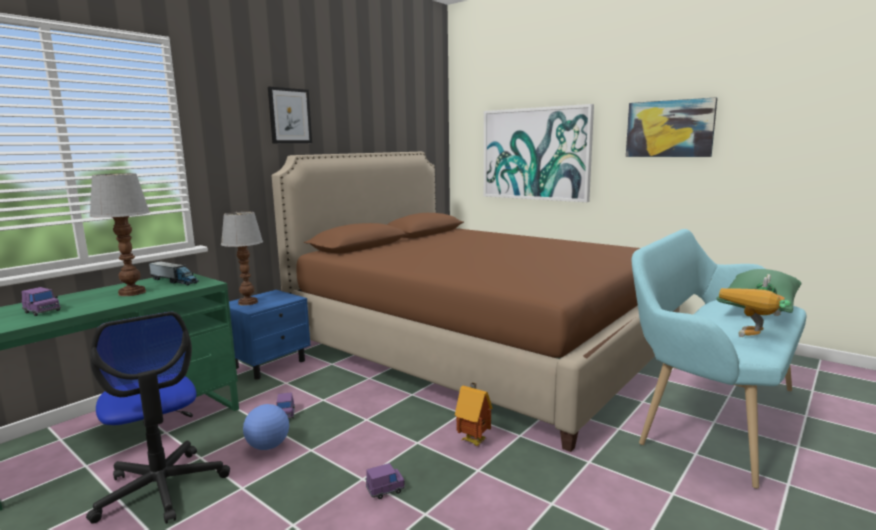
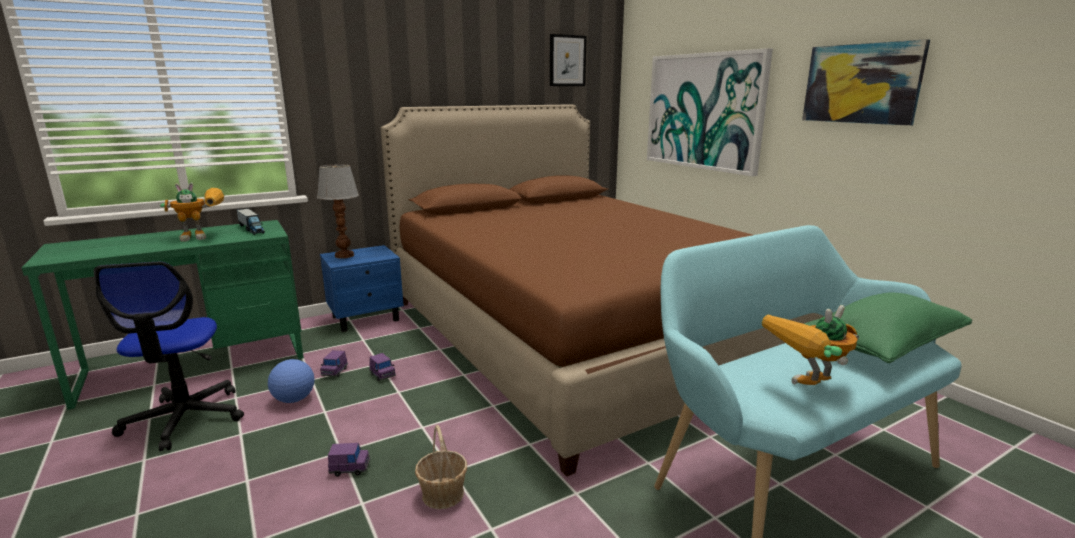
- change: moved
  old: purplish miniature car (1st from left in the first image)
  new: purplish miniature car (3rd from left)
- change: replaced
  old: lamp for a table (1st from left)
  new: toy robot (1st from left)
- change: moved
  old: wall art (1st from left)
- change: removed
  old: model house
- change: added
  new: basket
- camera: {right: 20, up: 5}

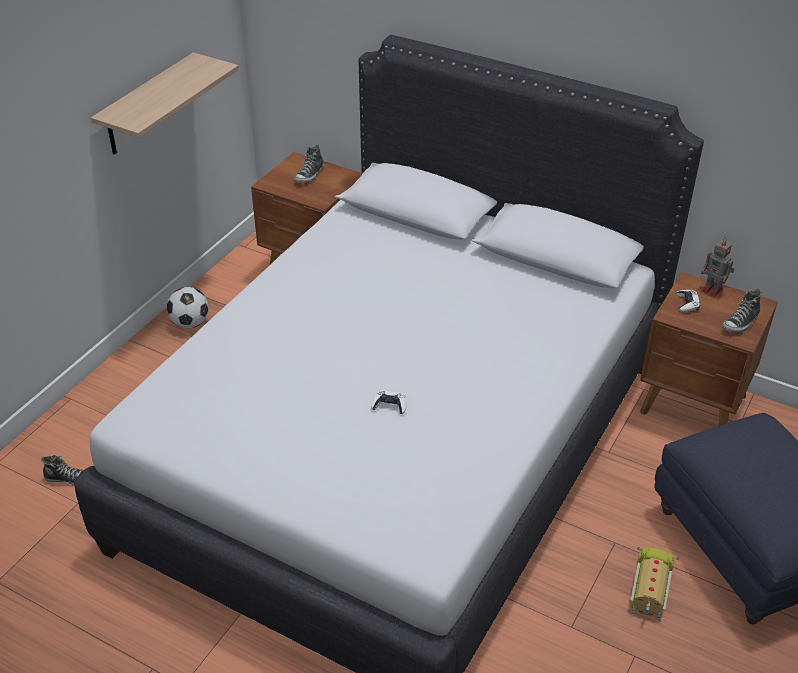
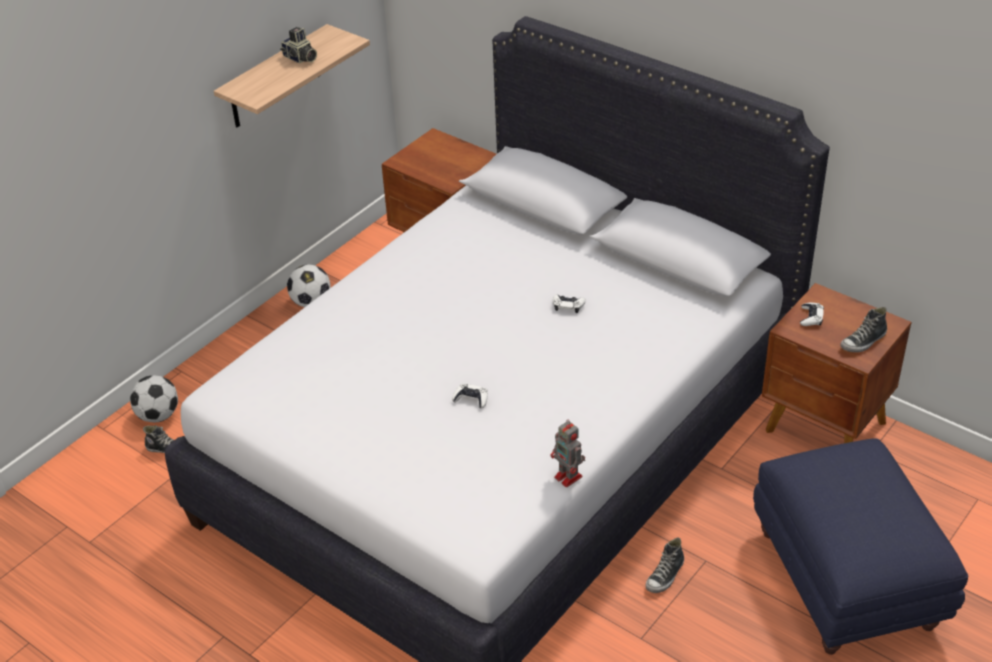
- change: moved
  old: item of footwear (2nd from left)
- change: removed
  old: toy truck
- change: moved
  old: toy robot
- change: added
  new: ball for football (1st from left)
- change: added
  new: photo camera
- change: added
  new: white-coloured game controller (2nd from left)
- camera: {right: 10, up: 0}

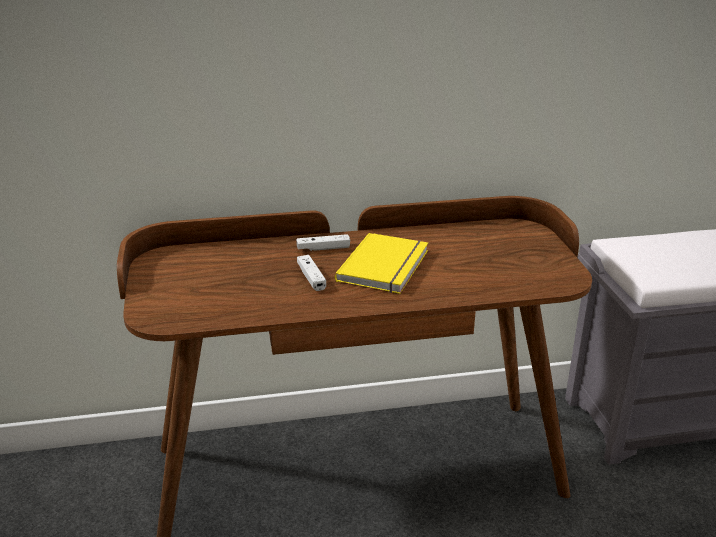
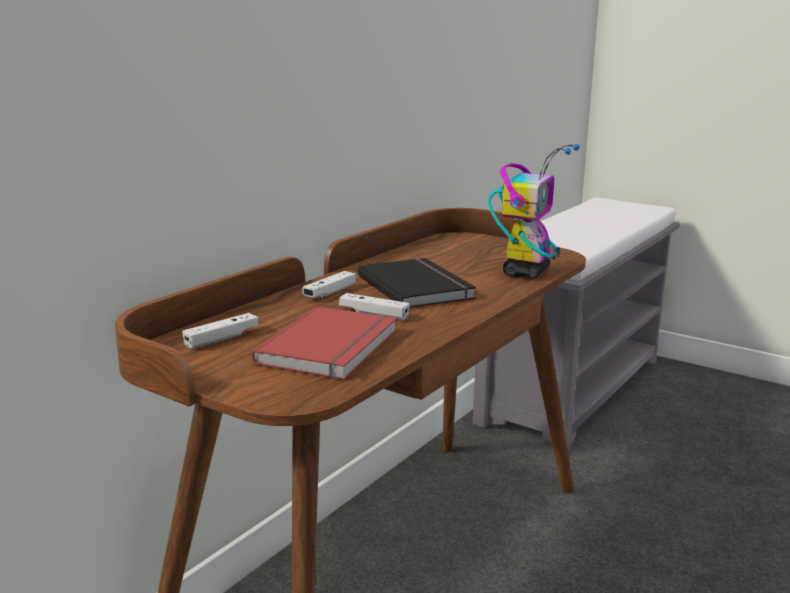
- change: recoloured
  old: yellow bound book
  new: black-coloured bound book
- change: added
  new: white-coloured game controller (1st from left)
- change: added
  new: red bound book
- change: added
  new: toy robot
- camera: {right: -45, up: -10}

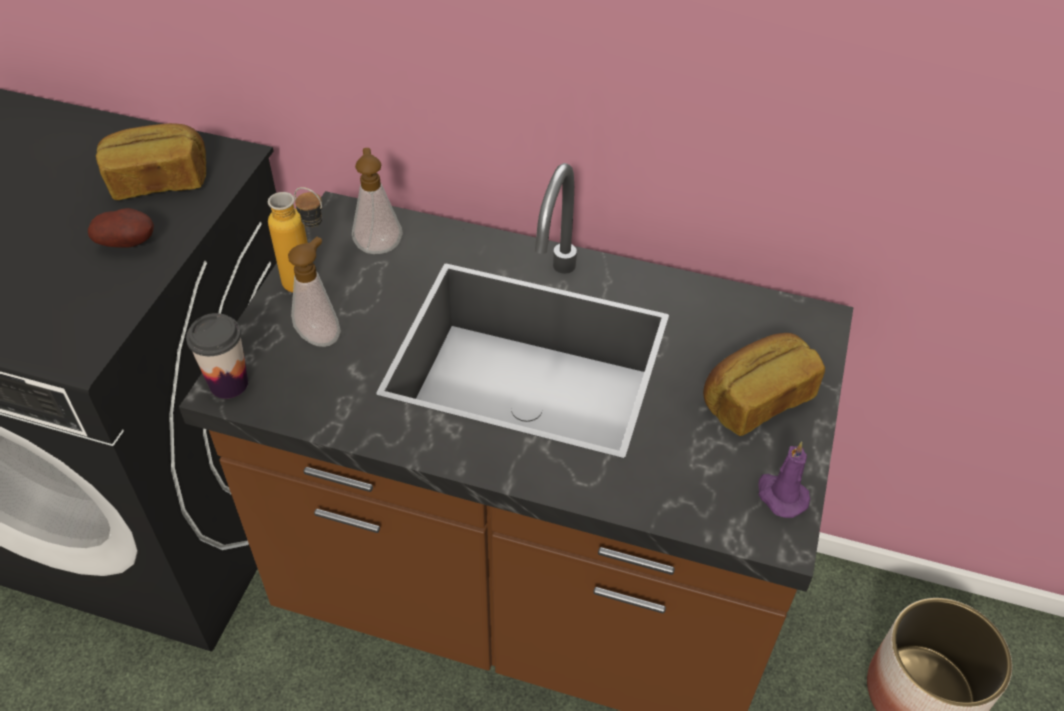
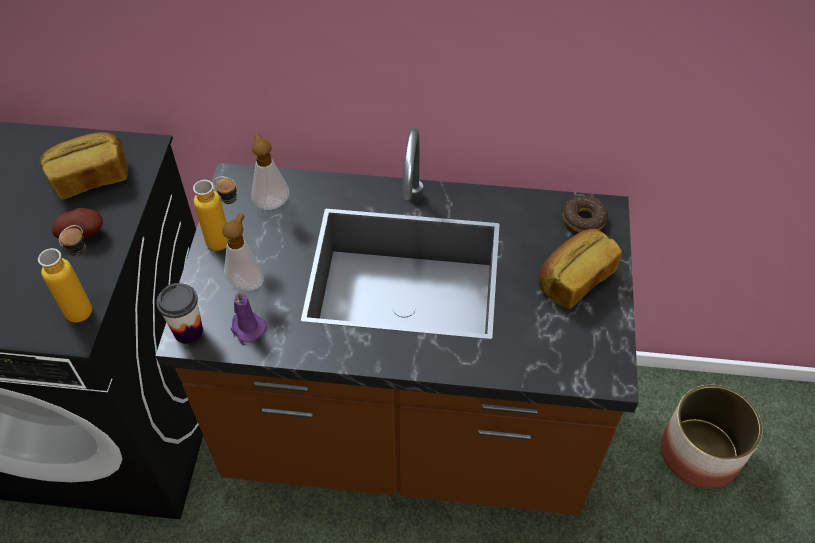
- change: moved
  old: purplish wax candle
- change: added
  new: beverage bottle (1st from left)
- change: added
  new: ring doughnut
- camera: {right: -10, up: 5}

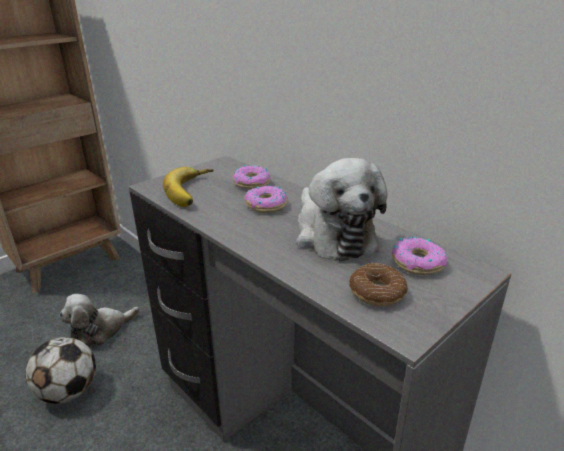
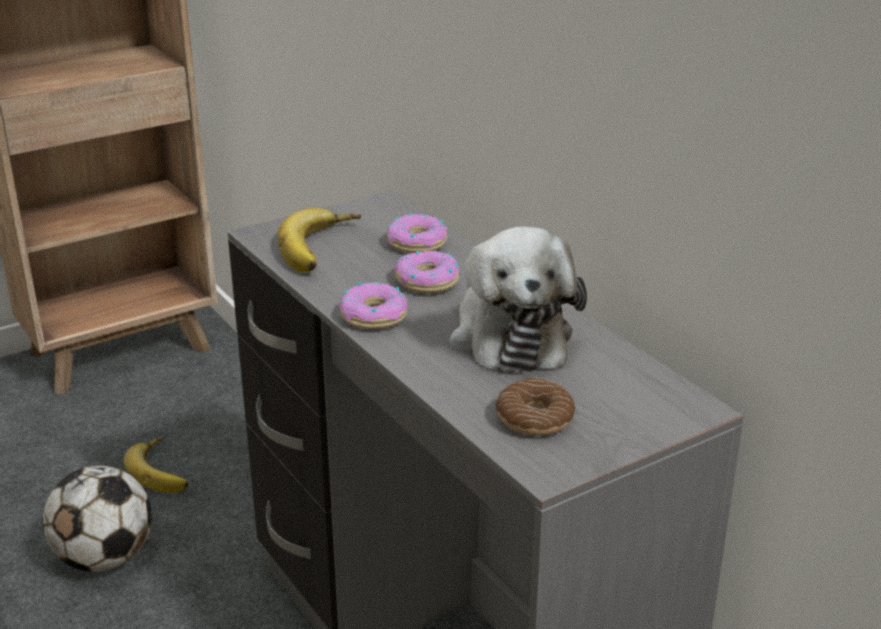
- change: replaced
  old: plush toy (1st from left)
  new: whole banana (1st from left)
- change: moved
  old: ring doughnut (4th from left in the first image)
  new: ring doughnut (1st from left)
- camera: {right: 10, up: 0}

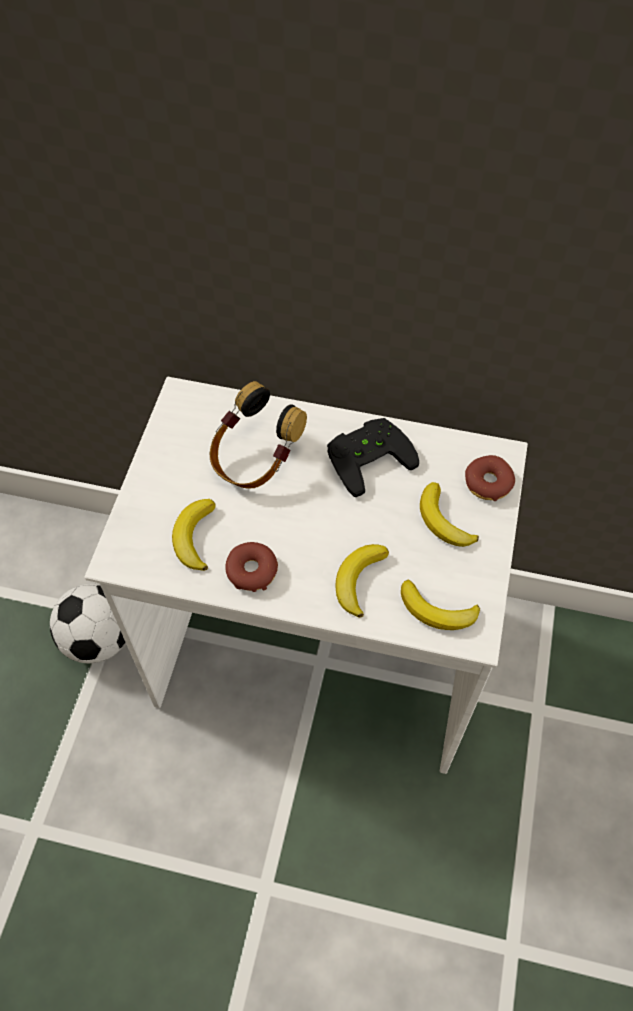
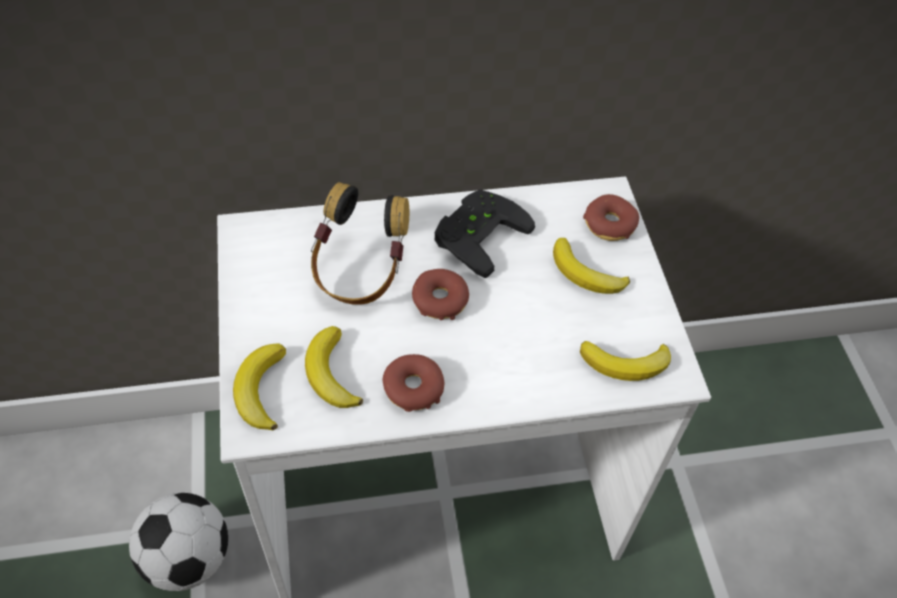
- change: moved
  old: whole banana (2nd from left in the first image)
  new: whole banana (1st from left)
- change: added
  new: ring doughnut (2nd from left)
- camera: {right: -25, up: -5}

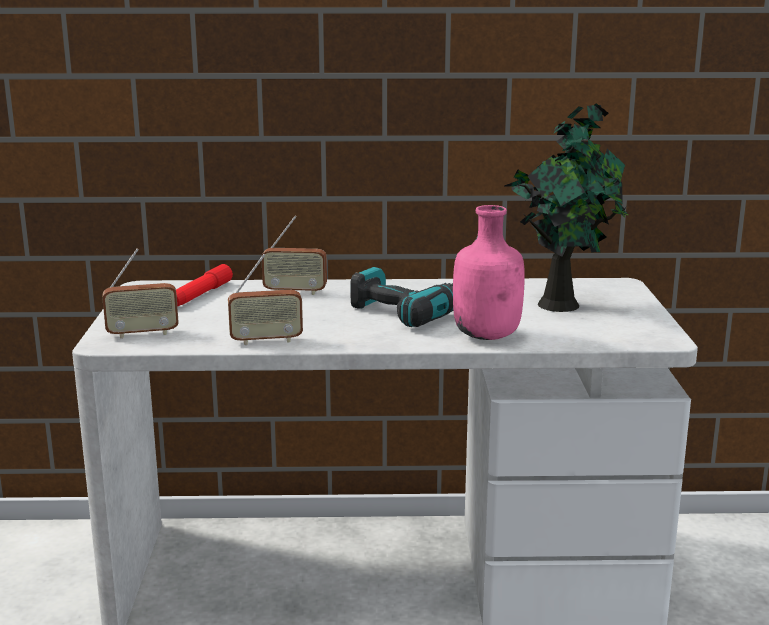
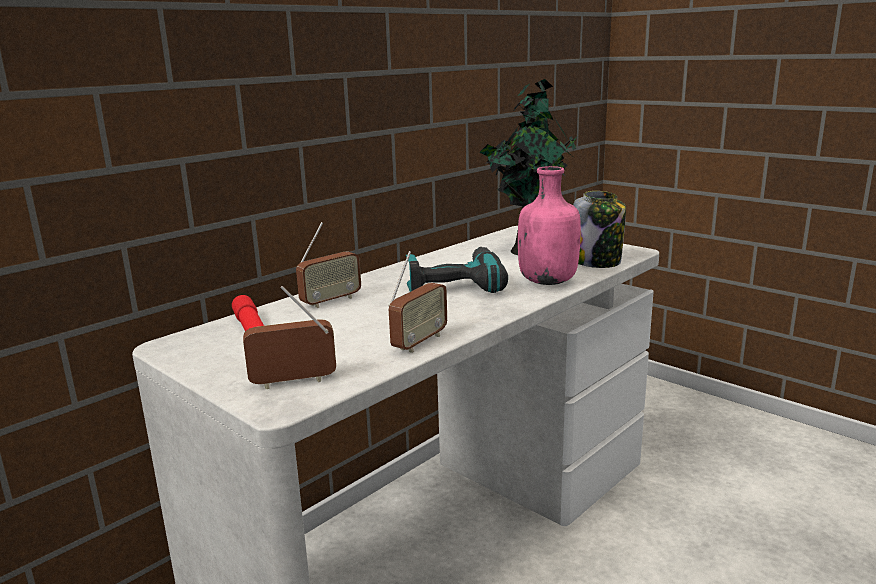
- change: turned
  old: radio (1st from left)
  degrees: -135
- change: added
  new: storage jar
- camera: {right: -45, up: 0}

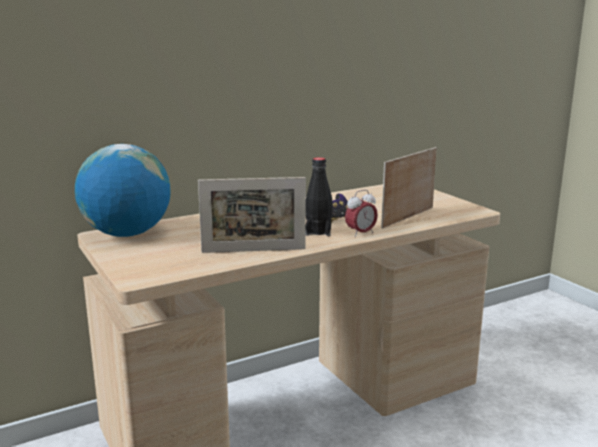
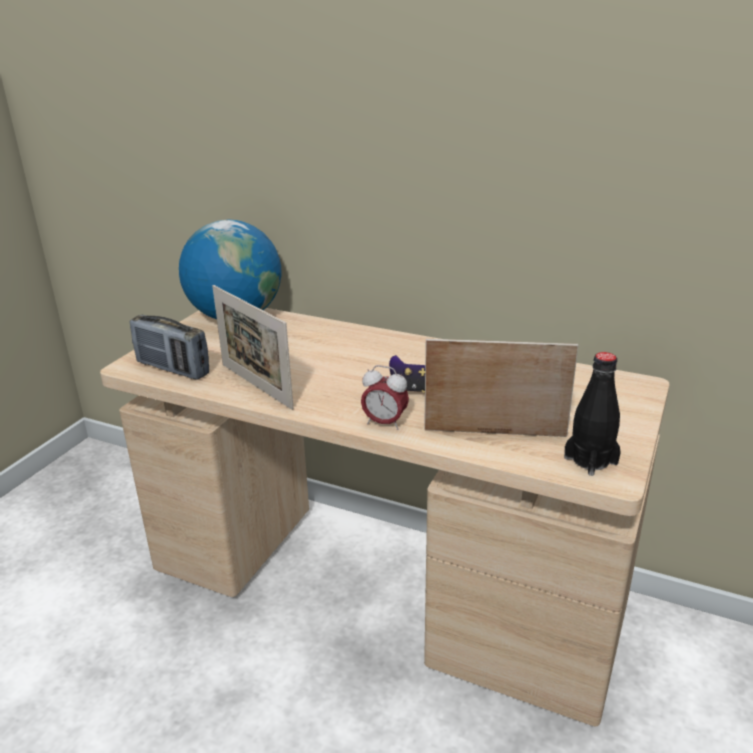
- change: moved
  old: black-coloured beverage bottle
- change: added
  new: radio
- camera: {right: 55, up: 10}

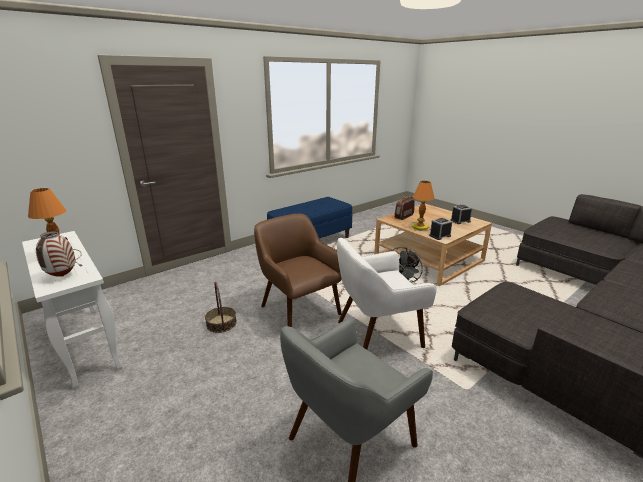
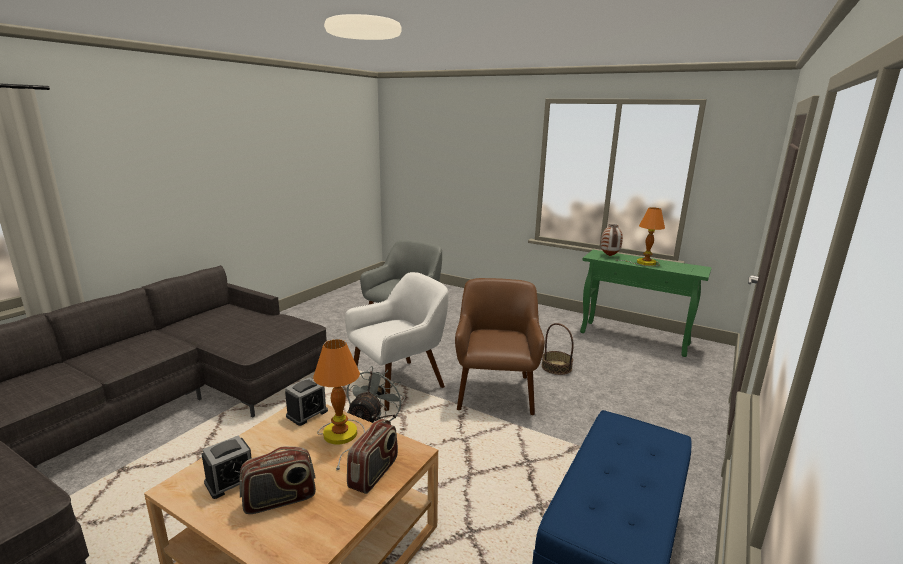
- change: recoloured
  old: white-coloured console table
  new: green console table
- change: turned
  old: brown easy chair
  degrees: -120
- change: added
  new: radio (1st from left)
- camera: {right: 160, up: -5}

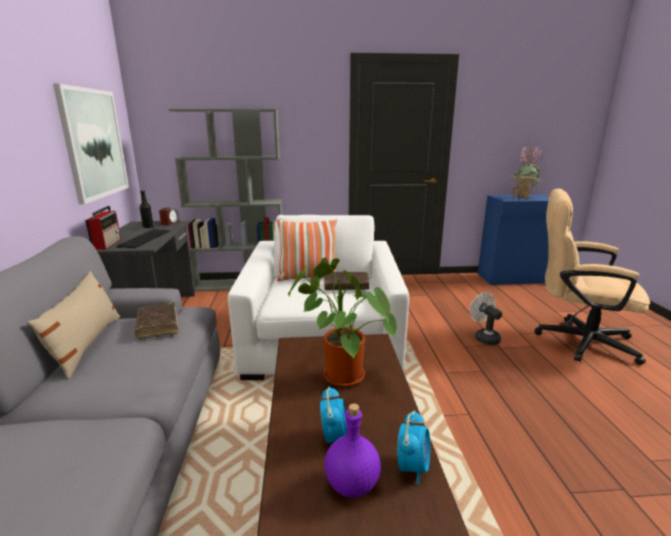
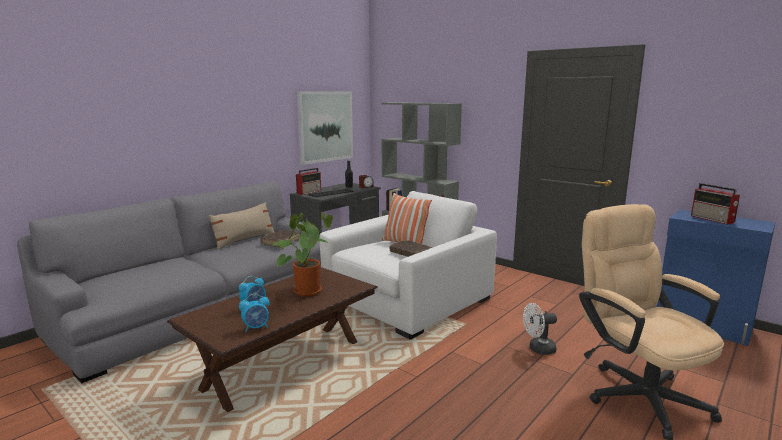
- change: removed
  old: purplish beverage bottle
- change: turned
  old: white-coloured fan
  degrees: -120
- change: replaced
  old: plant in a pot (2nd from left)
  new: radio (2nd from left)
- camera: {right: 45, up: -5}

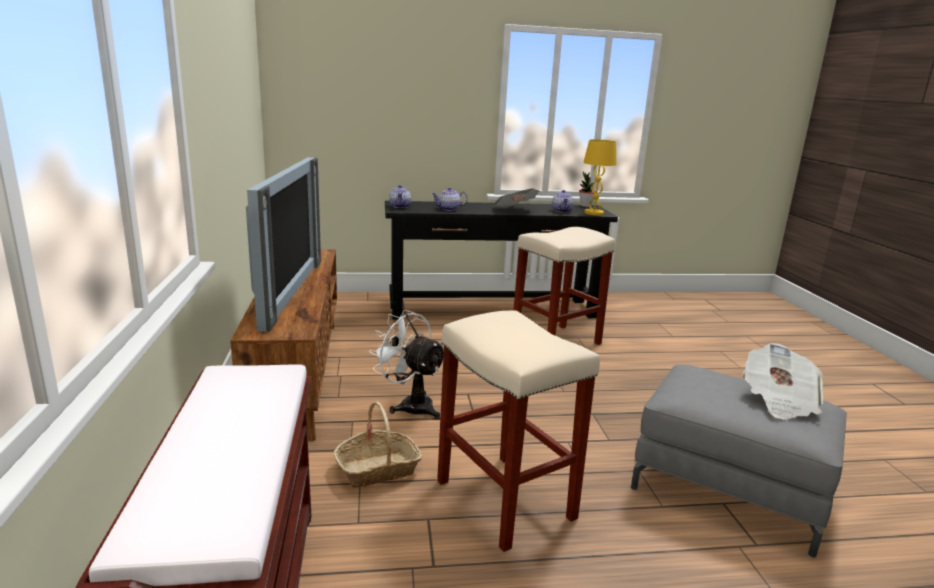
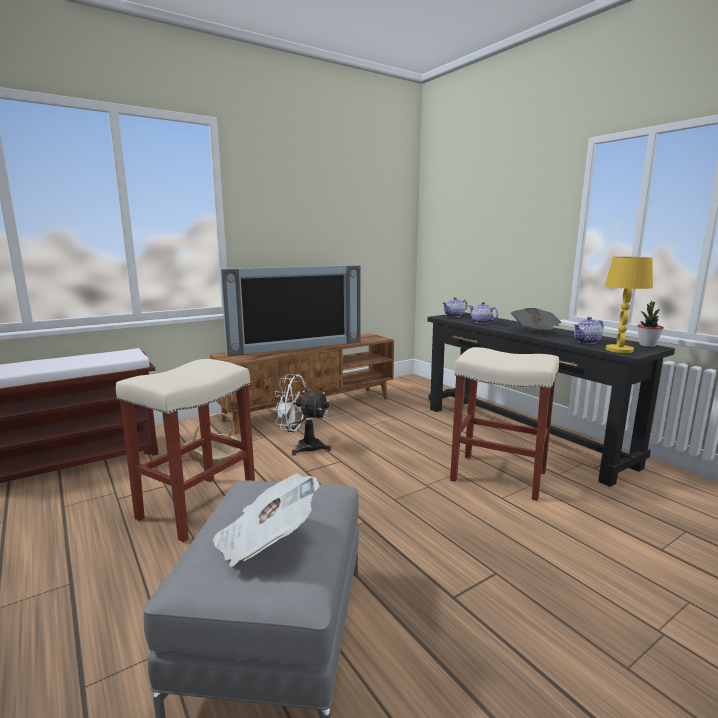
- change: turned
  old: white-coloured fan
  degrees: -90
- camera: {right: 65, up: -5}

